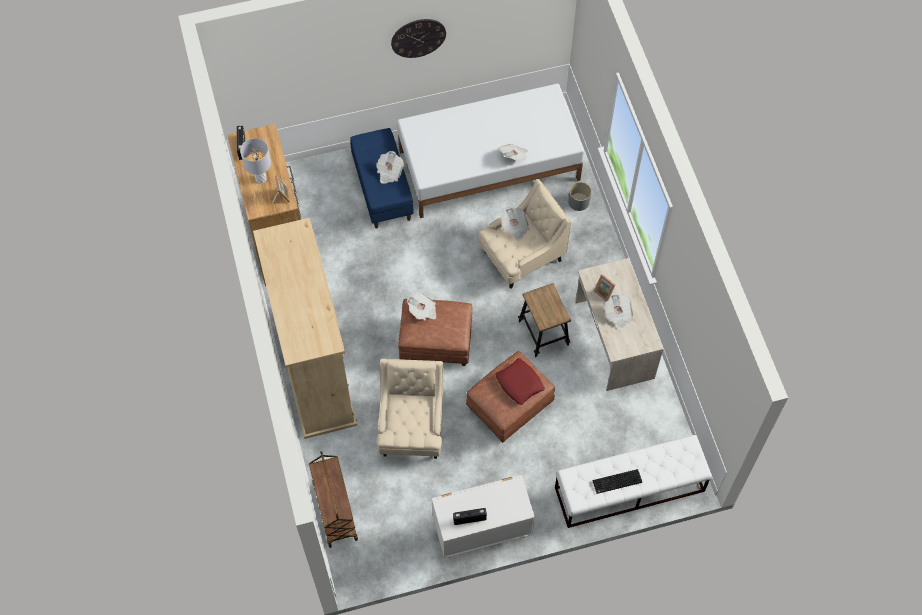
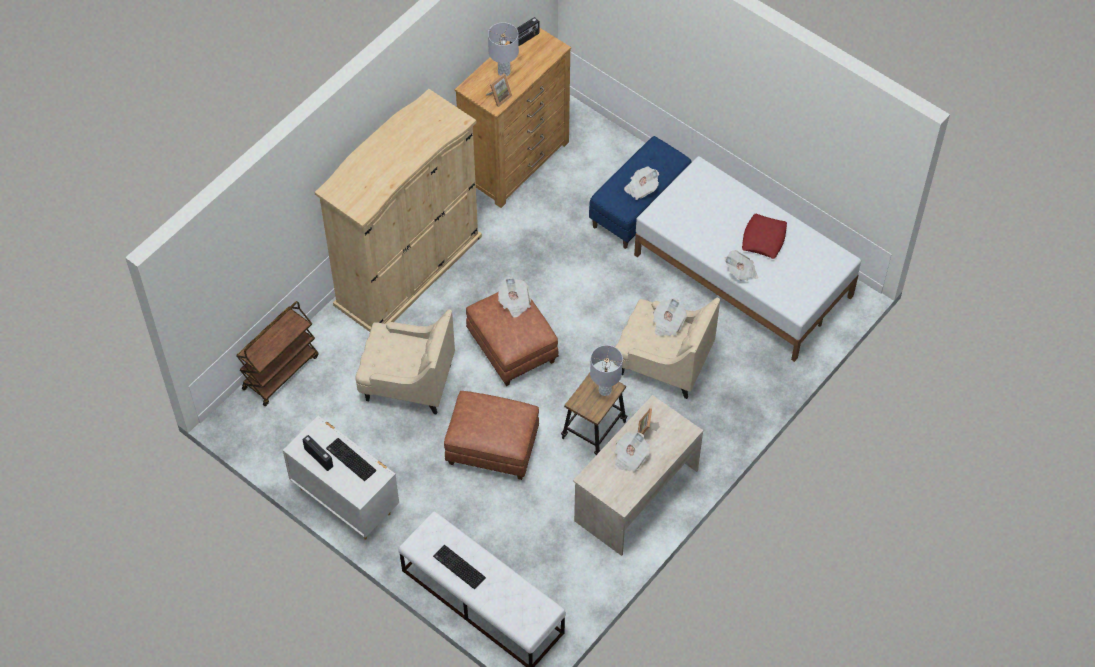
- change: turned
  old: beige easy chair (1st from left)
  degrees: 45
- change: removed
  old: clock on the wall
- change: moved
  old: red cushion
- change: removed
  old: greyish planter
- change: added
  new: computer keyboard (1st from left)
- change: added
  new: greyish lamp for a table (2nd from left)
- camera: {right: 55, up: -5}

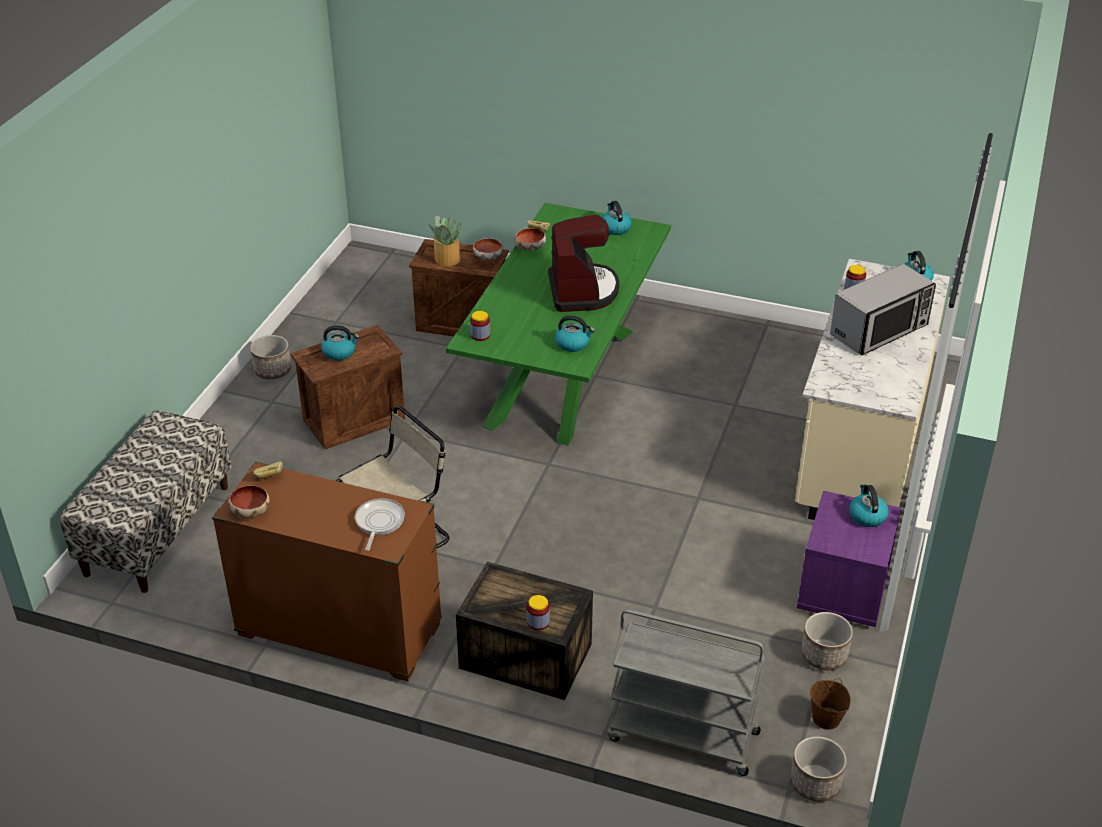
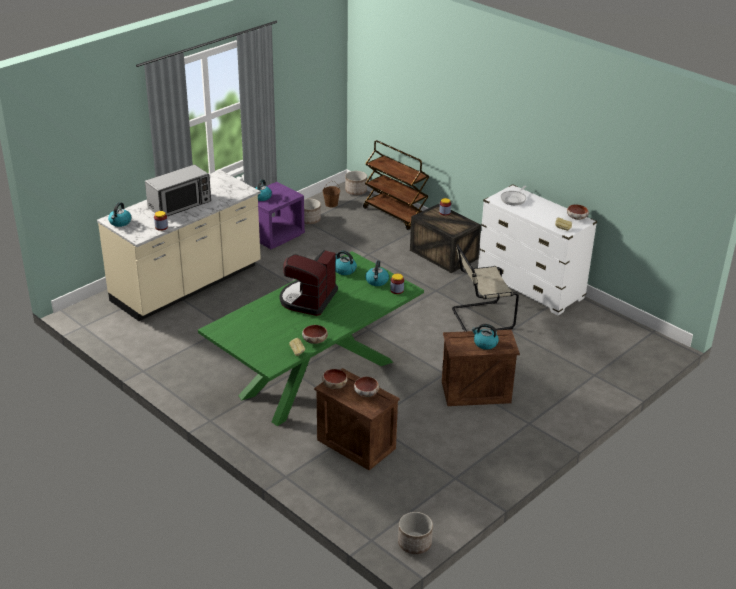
- change: removed
  old: indoor bench
- change: recoloured
  old: brown chest of drawers
  new: white-coloured chest of drawers
- change: moved
  old: planter (1st from left in the first image)
  new: planter (3rd from left)
- change: replaced
  old: plant in a pot
  new: bowl (3rd from left)
- change: moved
  old: kettle (3rd from left in the first image)
  new: kettle (4th from left)
- change: recoloured
  old: greyish wheeled cart
  new: brown wheeled cart
- change: turned
  old: microwave oven
  degrees: 150
- camera: {right: -155, up: -5}

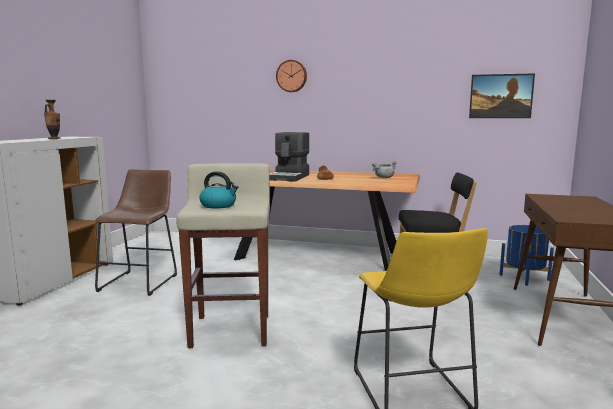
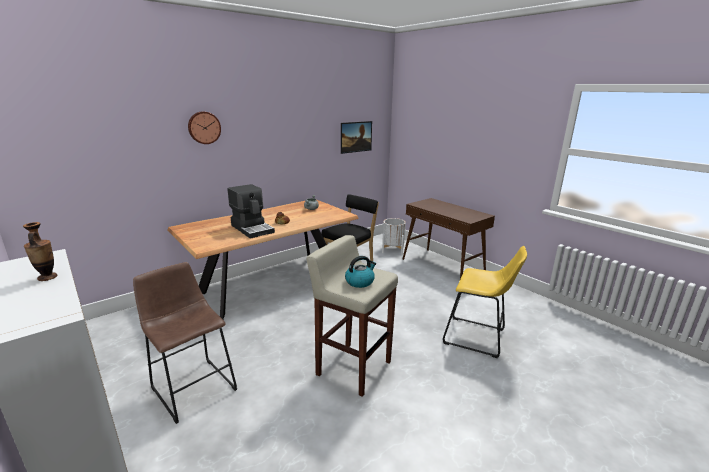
- change: recoloured
  old: bluish planter
  new: white-coloured planter
- camera: {right: -55, up: 10}

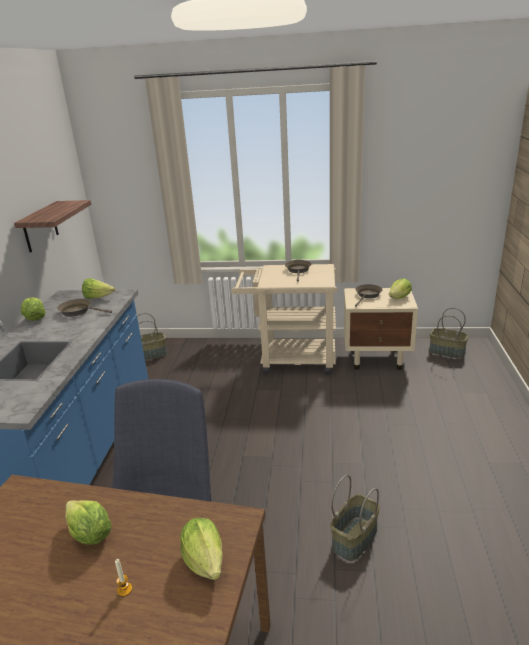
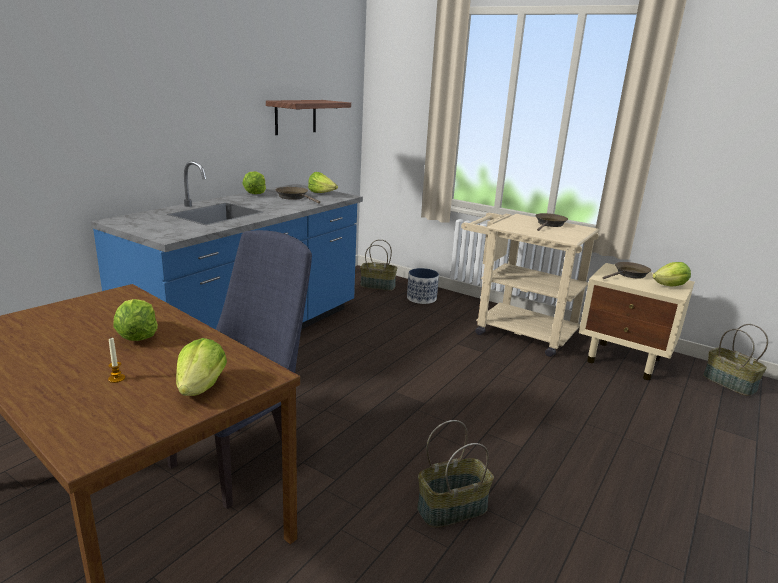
- change: added
  new: planter
- camera: {right: 25, up: -5}

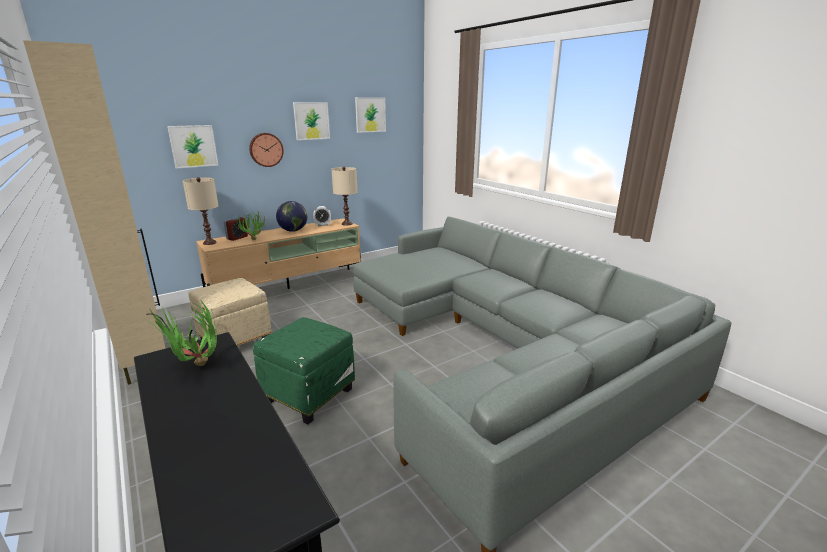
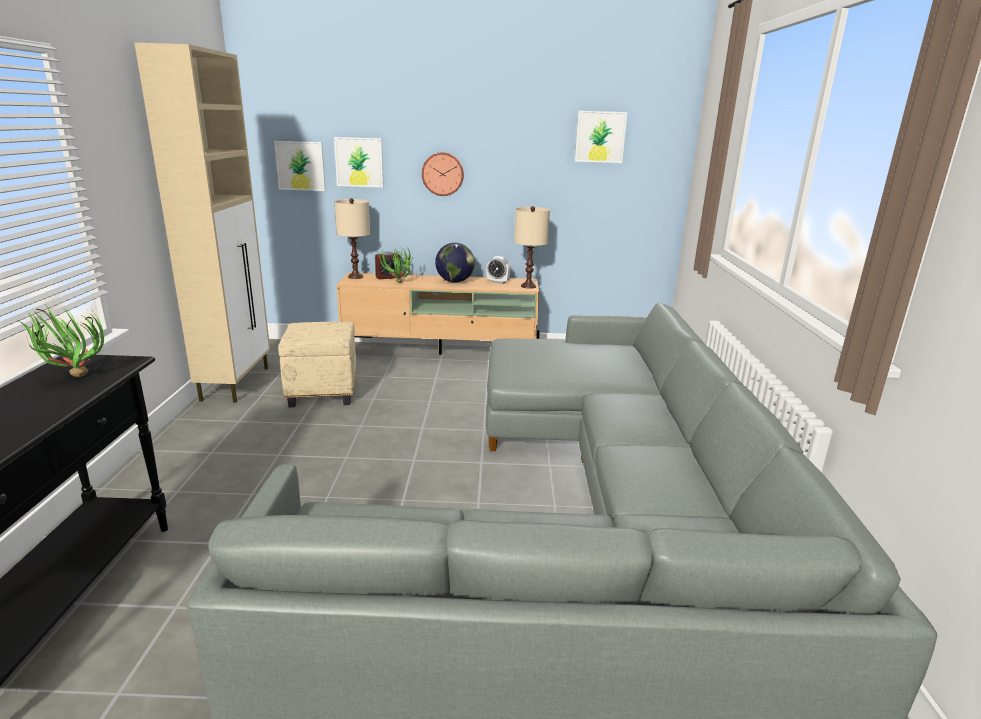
- change: removed
  old: green ottoman
- change: moved
  old: wall art (2nd from left in the first image)
  new: wall art (1st from left)
- camera: {right: 35, up: 0}

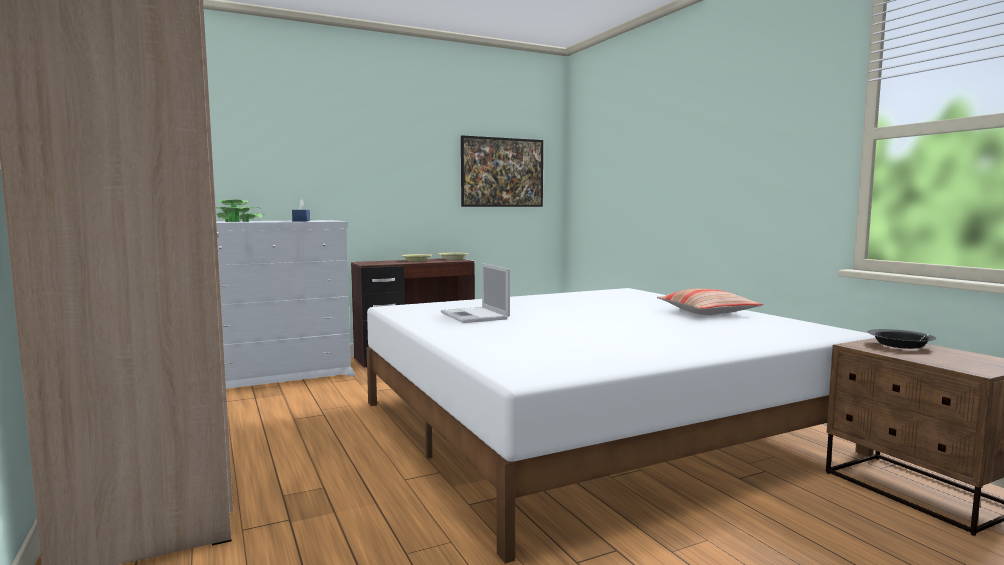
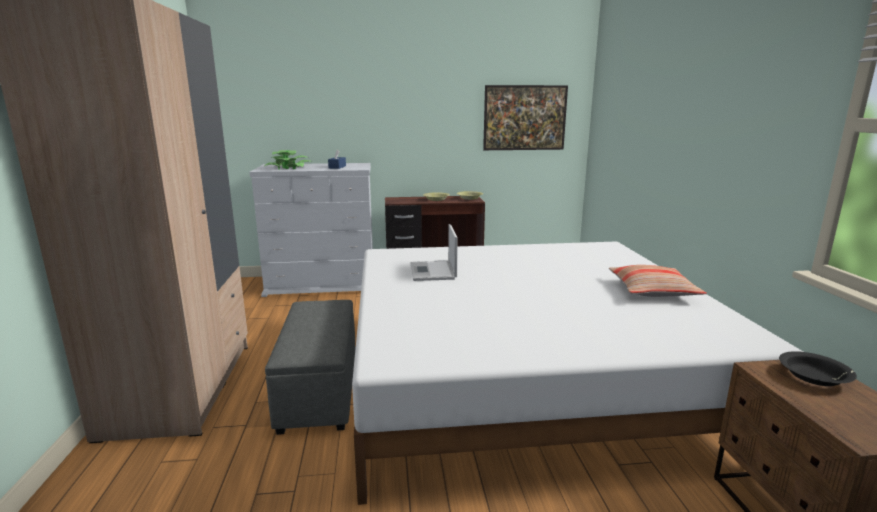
- change: added
  new: greyish ottoman
- camera: {right: 20, up: 10}

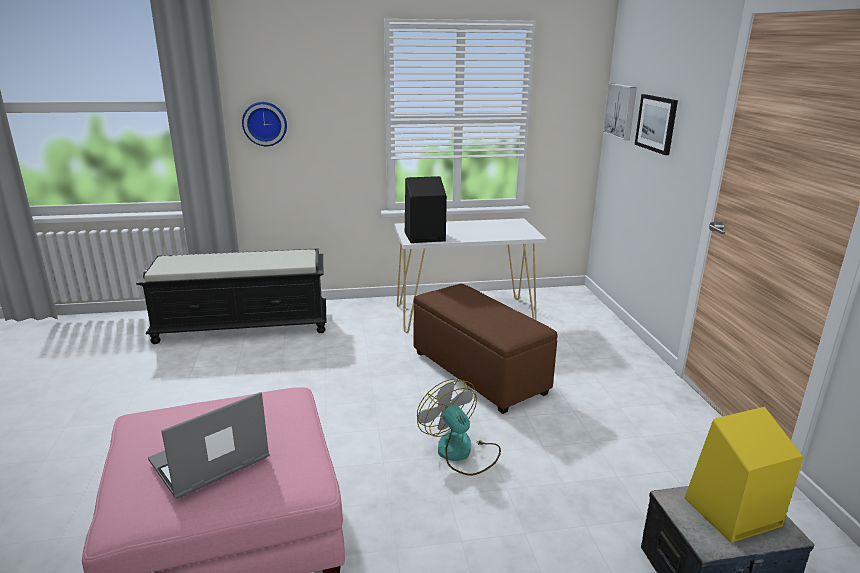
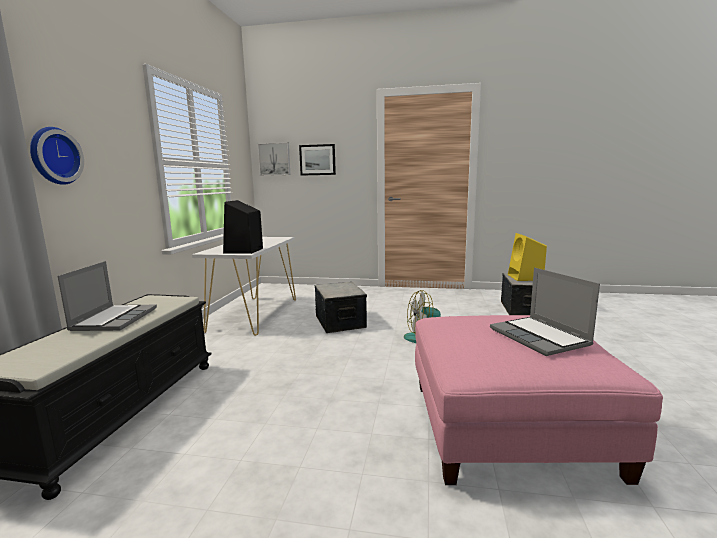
- change: replaced
  old: brown ottoman
  new: storage bin (1st from left)
- change: added
  new: notebook computer (1st from left)
- camera: {right: -70, up: -10}

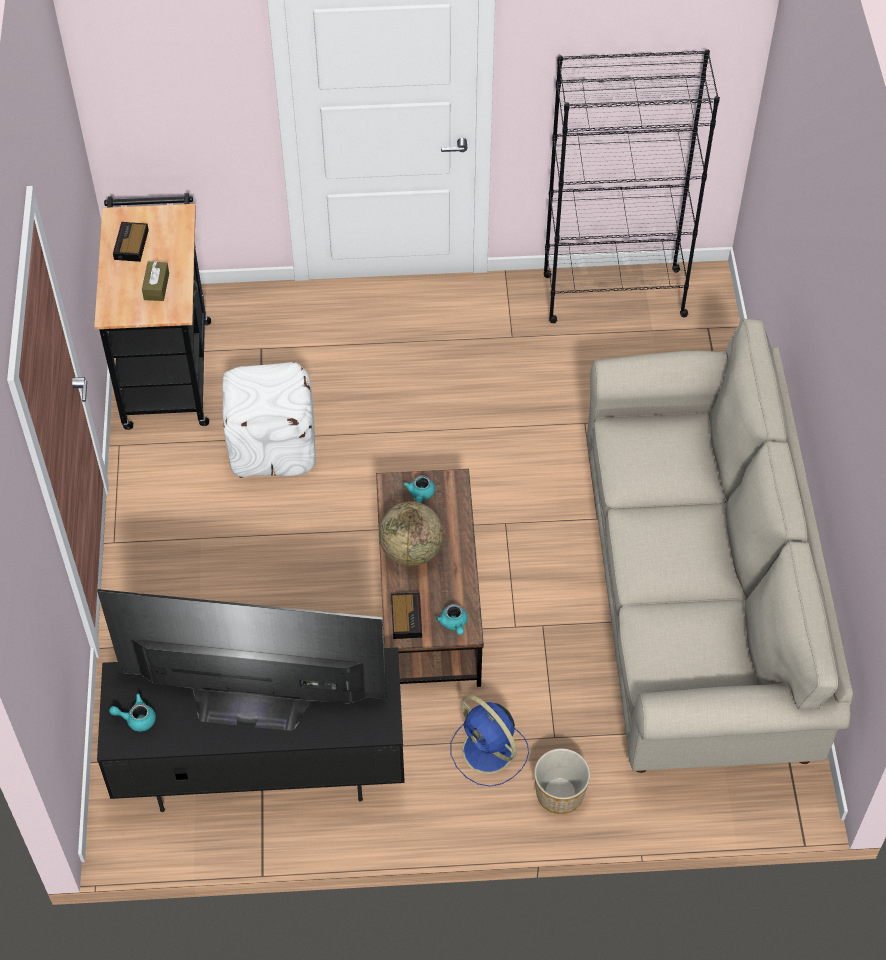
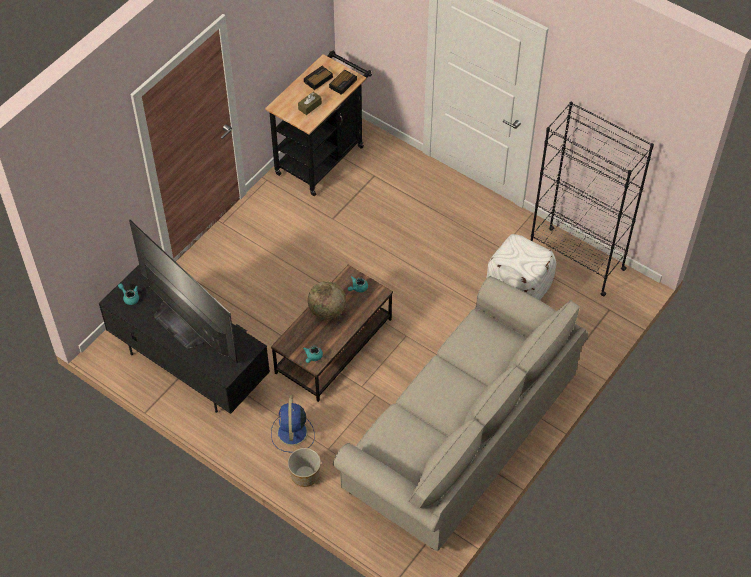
- change: moved
  old: white-coloured ottoman
- change: moved
  old: bedside clock (2nd from left)
- camera: {right: 40, up: 0}

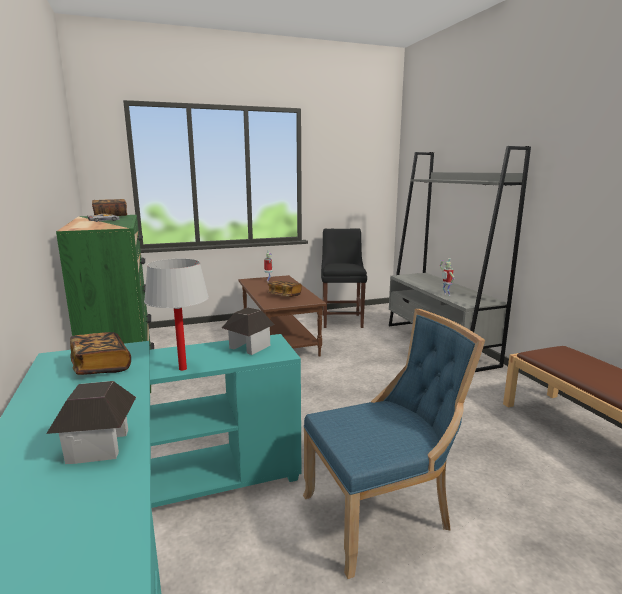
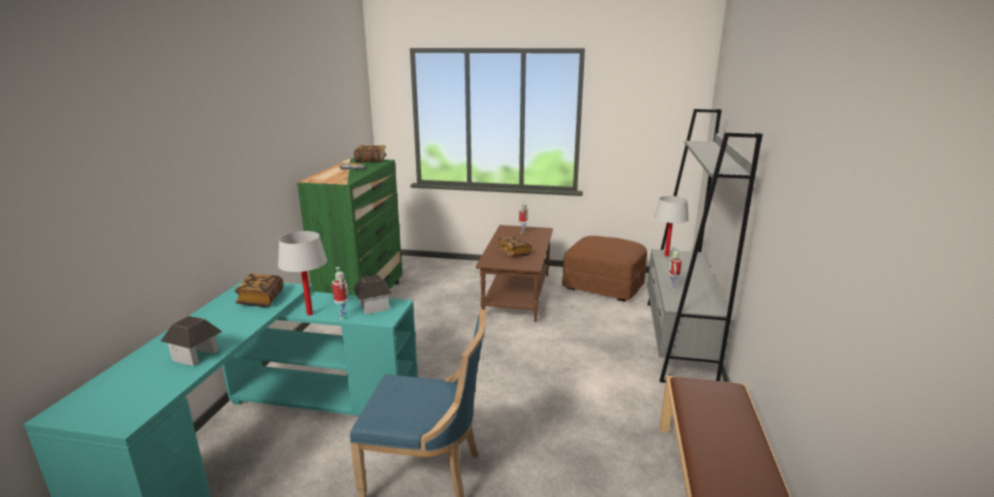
- change: replaced
  old: black-coloured plain chair
  new: brown ottoman
- change: added
  new: toy robot (1st from left)
- change: added
  new: white-coloured lamp for a table (2nd from left)
- camera: {right: 30, up: 5}

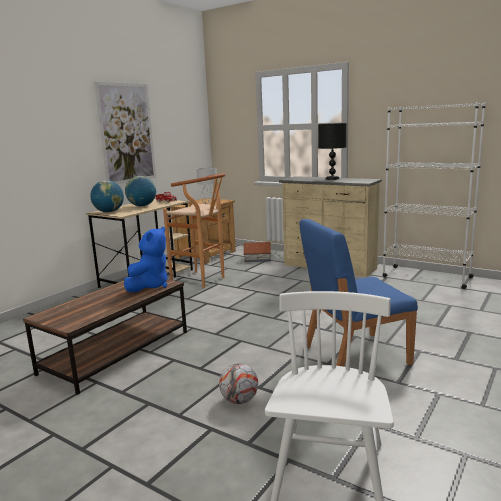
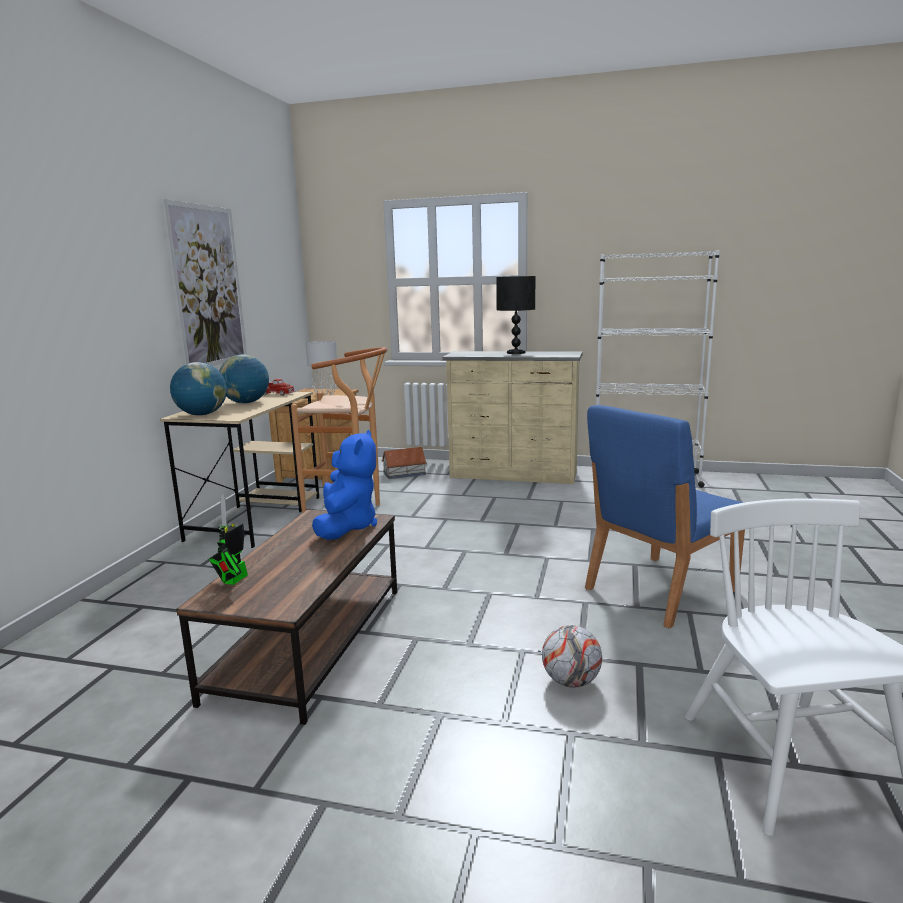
- change: added
  new: toy robot
- camera: {right: -20, up: 0}

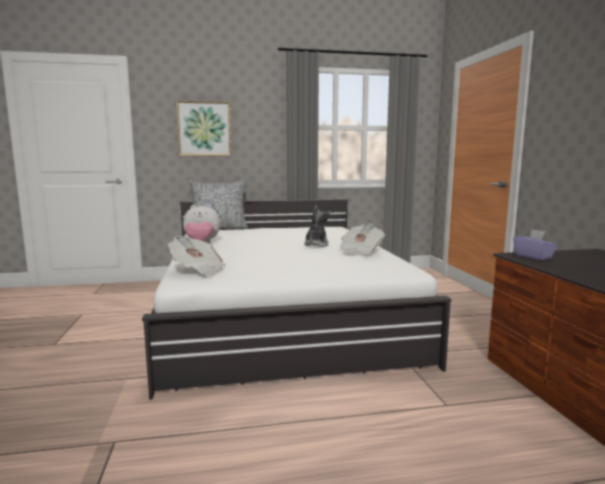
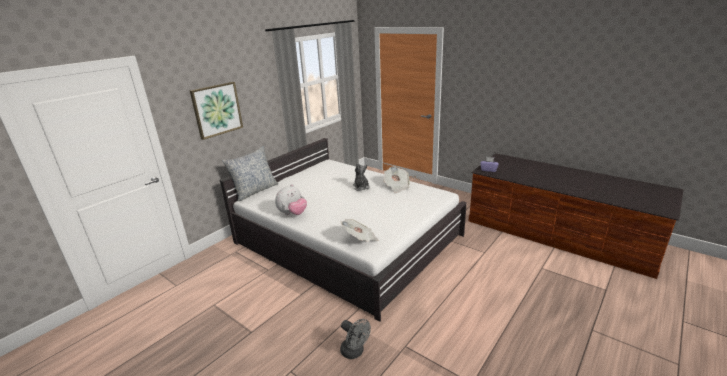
- change: added
  new: greyish fan
- camera: {right: -40, up: 15}

